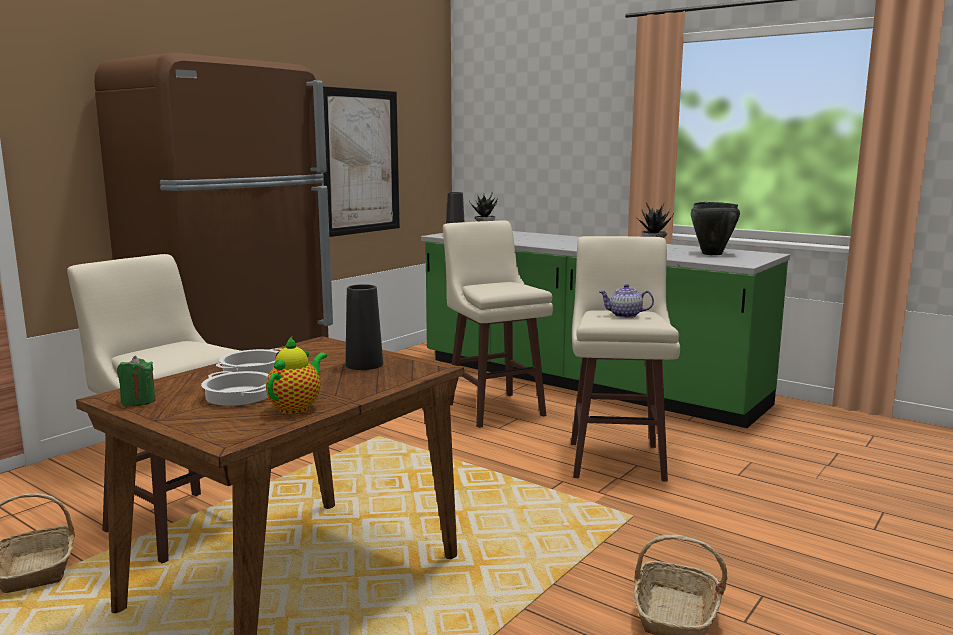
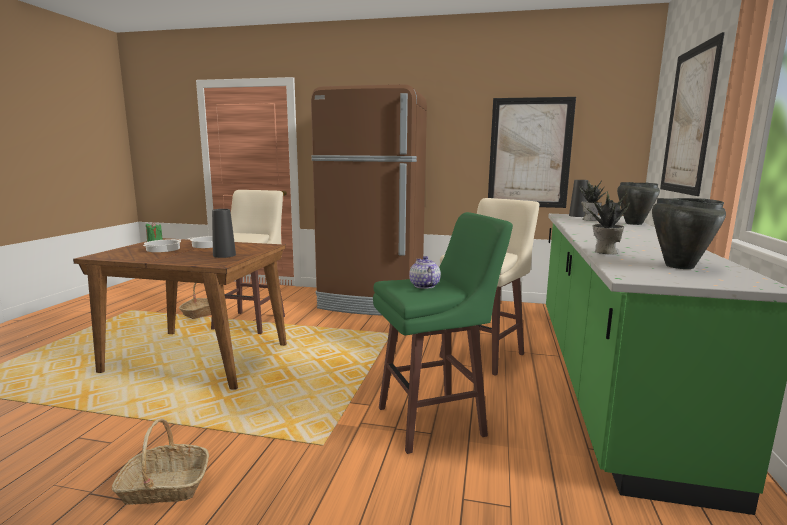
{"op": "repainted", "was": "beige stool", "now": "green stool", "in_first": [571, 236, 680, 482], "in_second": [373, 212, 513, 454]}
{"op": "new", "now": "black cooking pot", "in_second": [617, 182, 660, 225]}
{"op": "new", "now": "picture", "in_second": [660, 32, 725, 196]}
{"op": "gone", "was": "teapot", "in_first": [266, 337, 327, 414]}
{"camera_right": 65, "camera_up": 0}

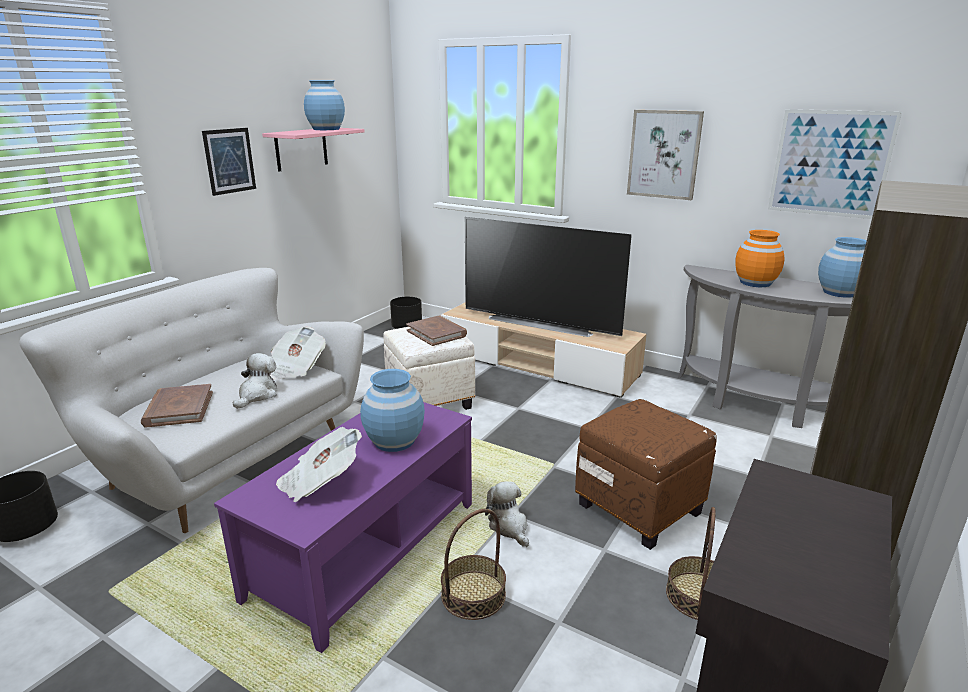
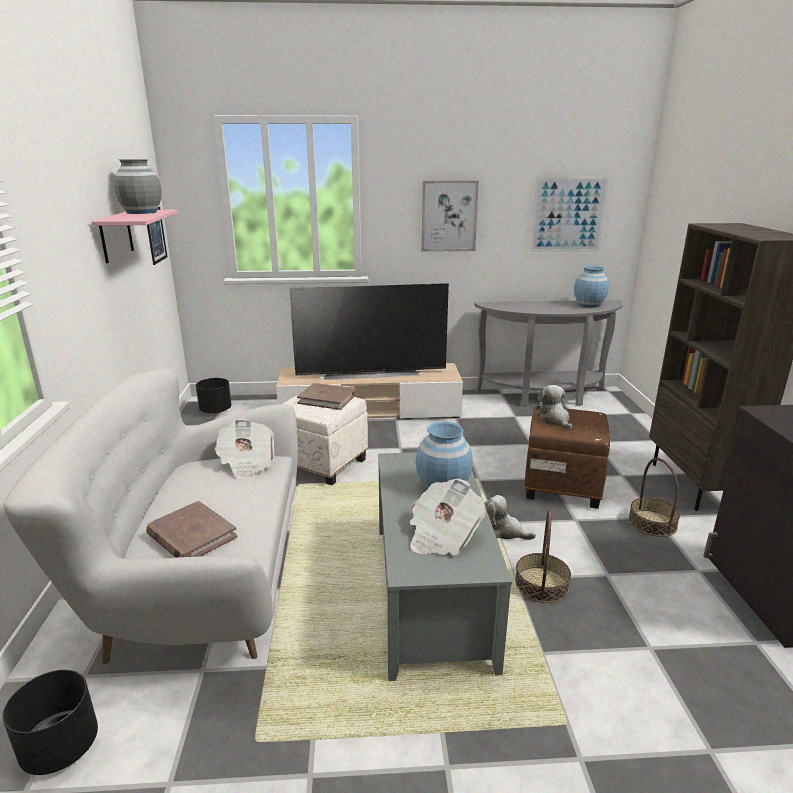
{"op": "repainted", "was": "blue vase", "now": "grey vase", "in_first": [304, 80, 345, 130], "in_second": [114, 159, 162, 214]}
{"op": "shifted", "was": "picture", "in_first": [202, 128, 256, 196], "in_second": [147, 207, 167, 265]}
{"op": "repainted", "was": "purple coffee table", "now": "grey coffee table", "in_first": [214, 402, 472, 653], "in_second": [378, 452, 512, 681]}
{"op": "shifted", "was": "plush toy", "in_first": [233, 353, 278, 409], "in_second": [536, 385, 572, 431]}
{"op": "gone", "was": "orange vase", "in_first": [735, 230, 784, 287]}
{"camera_right": -35, "camera_up": 0}

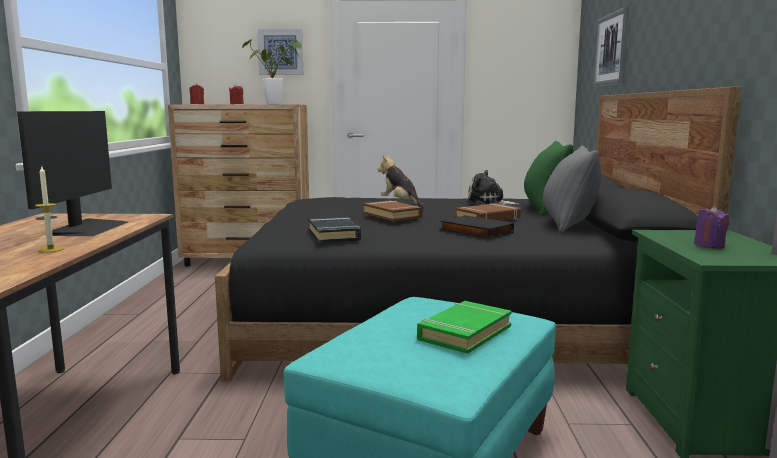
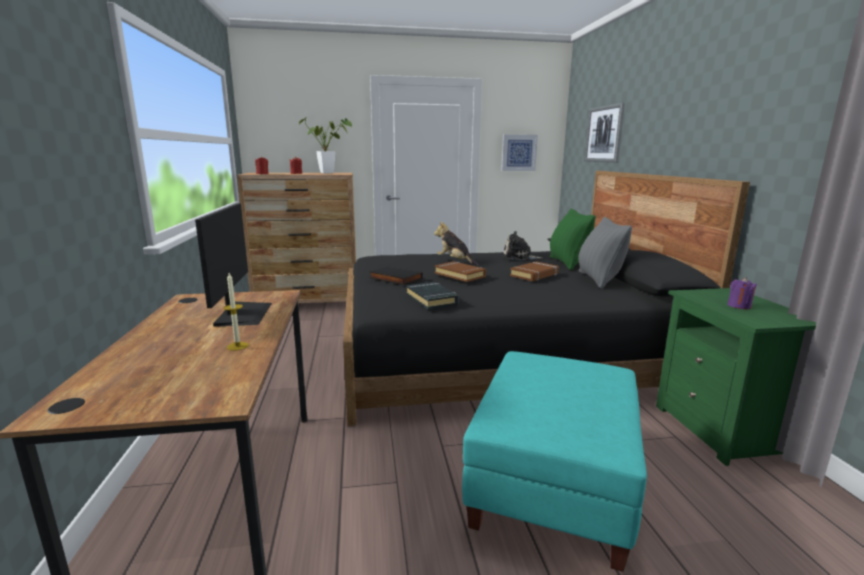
{"op": "shifted", "was": "black book", "in_first": [440, 215, 514, 238], "in_second": [369, 266, 423, 285]}
{"op": "shifted", "was": "picture", "in_first": [257, 29, 303, 75], "in_second": [501, 134, 538, 171]}
{"op": "gone", "was": "green book", "in_first": [417, 301, 512, 354]}
{"camera_right": -10, "camera_up": 5}

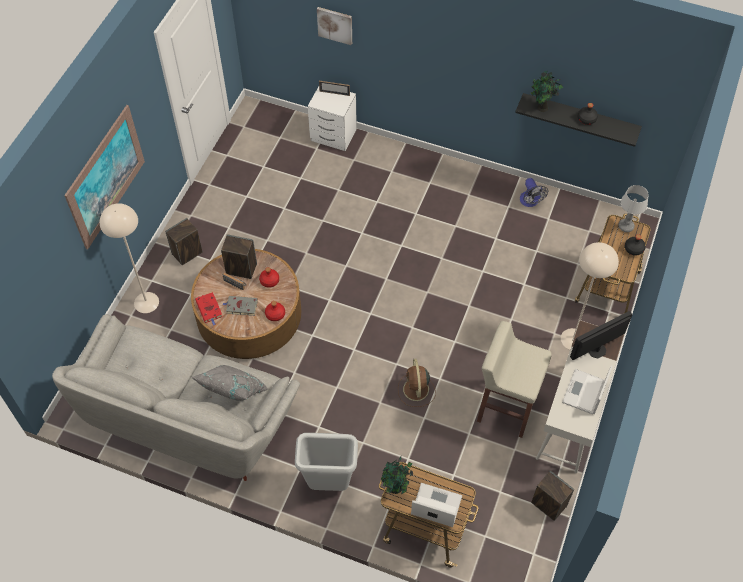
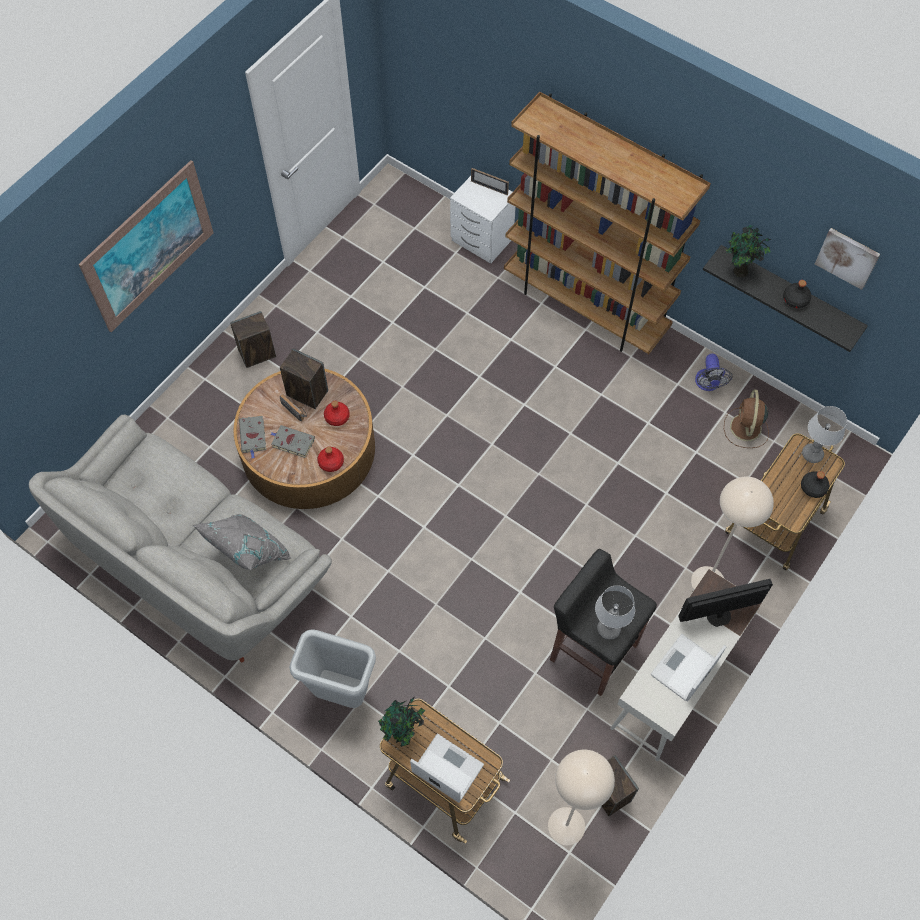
{"op": "repainted", "was": "red book", "now": "grey book", "in_first": [195, 292, 223, 326], "in_second": [239, 416, 266, 459]}
{"op": "new", "now": "brown bookcase", "in_second": [504, 92, 711, 354]}
{"op": "shifted", "was": "beige floor lamp", "in_first": [100, 203, 159, 313], "in_second": [548, 750, 615, 845]}
{"op": "repainted", "was": "beige stool", "now": "black stool", "in_first": [477, 321, 552, 438], "in_second": [550, 549, 657, 696]}
{"op": "new", "now": "table lamp", "in_second": [595, 585, 635, 640]}
{"op": "shifted", "was": "brown fan", "in_first": [398, 359, 436, 407], "in_second": [724, 389, 769, 448]}
{"op": "shifted", "was": "picture", "in_first": [317, 7, 352, 45], "in_second": [815, 228, 880, 290]}
{"camera_right": 15, "camera_up": 5}

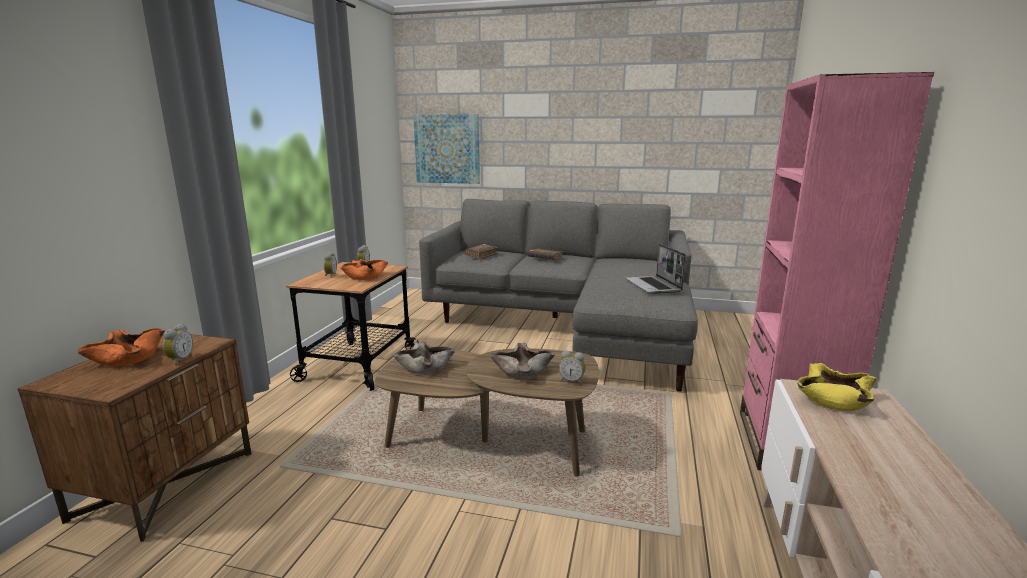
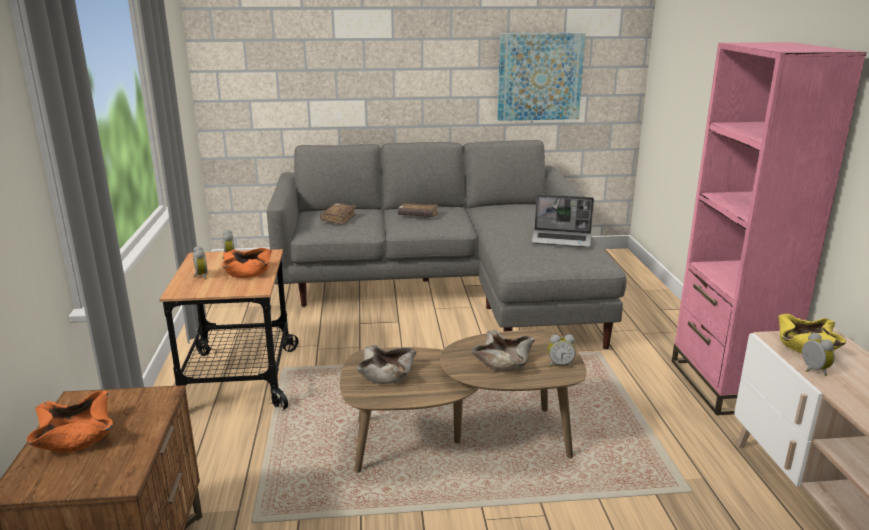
{"op": "shifted", "was": "picture", "in_first": [413, 114, 480, 184], "in_second": [497, 33, 585, 121]}
{"op": "rotated", "was": "laptop", "in_first": [625, 244, 686, 294], "in_second": [531, 194, 594, 247], "clockwise": -45}
{"op": "shifted", "was": "alarm clock", "in_first": [163, 323, 193, 365], "in_second": [802, 332, 835, 376]}
{"camera_right": -20, "camera_up": 5}

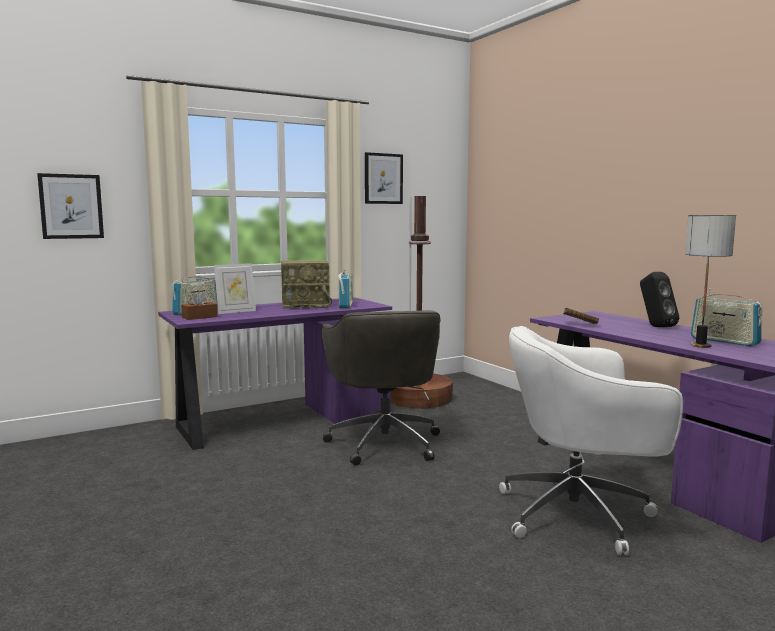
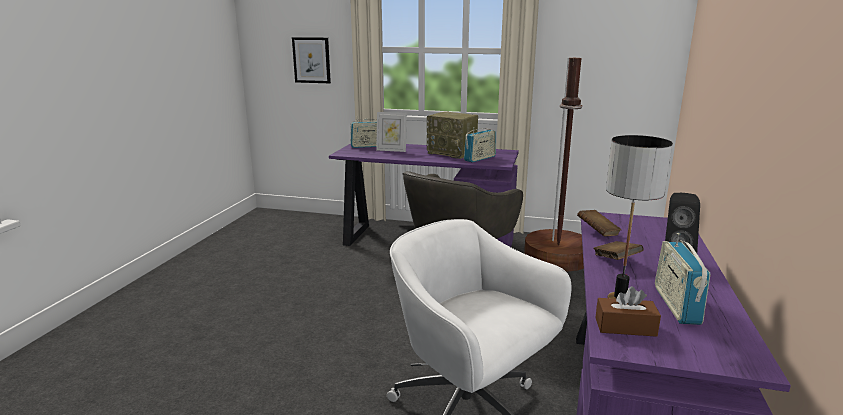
{"op": "new", "now": "brown book", "in_second": [593, 241, 644, 260]}
{"op": "shifted", "was": "brown tissue box", "in_first": [181, 291, 218, 320], "in_second": [595, 286, 661, 337]}
{"op": "gone", "was": "picture", "in_first": [365, 152, 403, 204]}
{"camera_right": 45, "camera_up": 10}

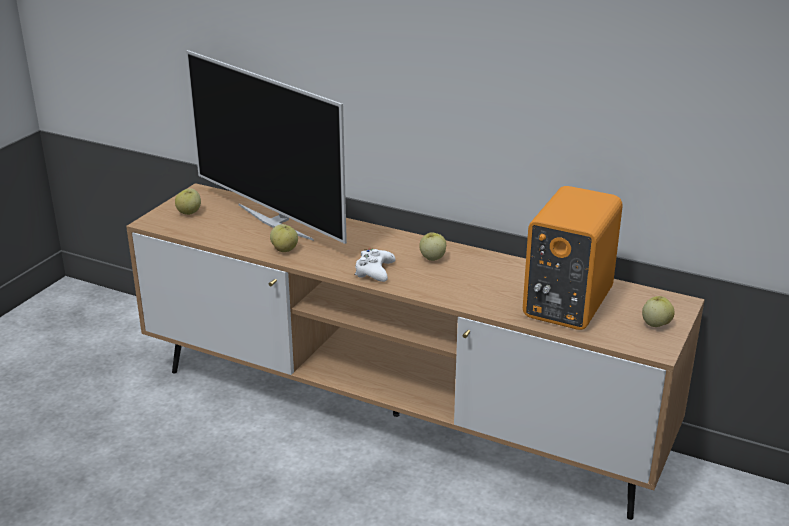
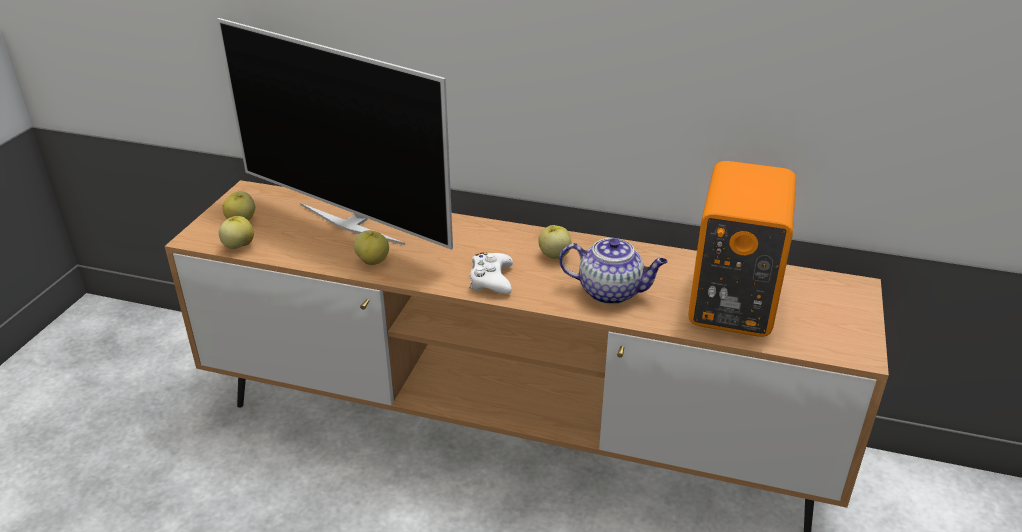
{"op": "shifted", "was": "apple", "in_first": [642, 296, 675, 327], "in_second": [218, 216, 254, 249]}
{"op": "new", "now": "teapot", "in_second": [559, 238, 668, 304]}
{"camera_right": -10, "camera_up": 5}

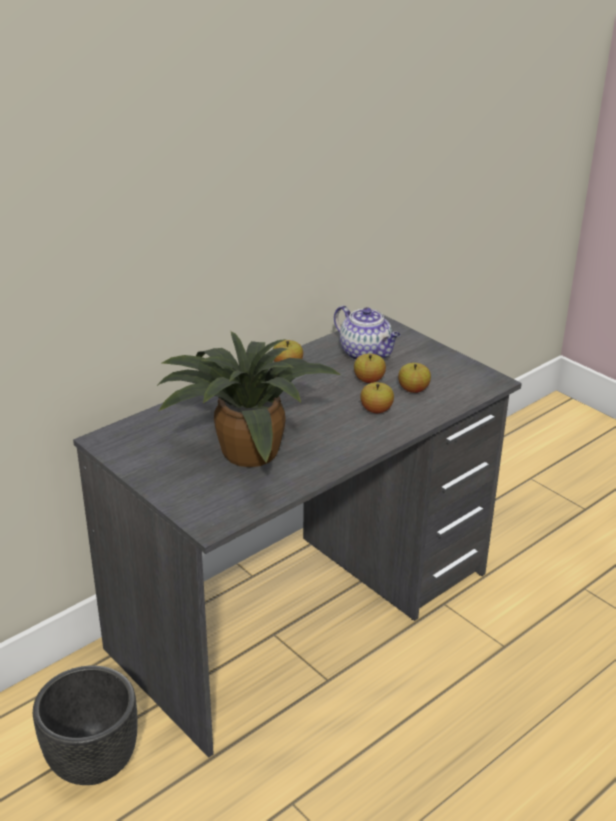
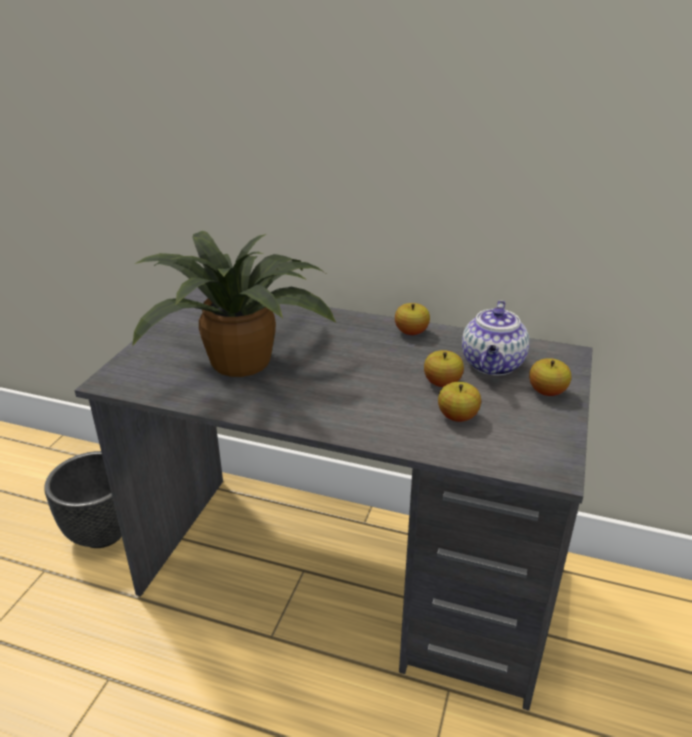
{"op": "shifted", "was": "apple", "in_first": [360, 382, 394, 413], "in_second": [529, 358, 571, 396]}
{"camera_right": 60, "camera_up": 0}

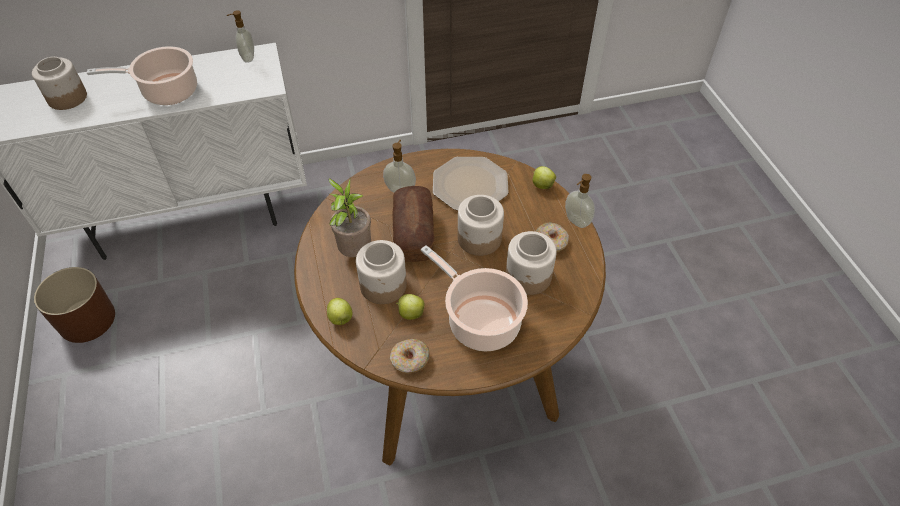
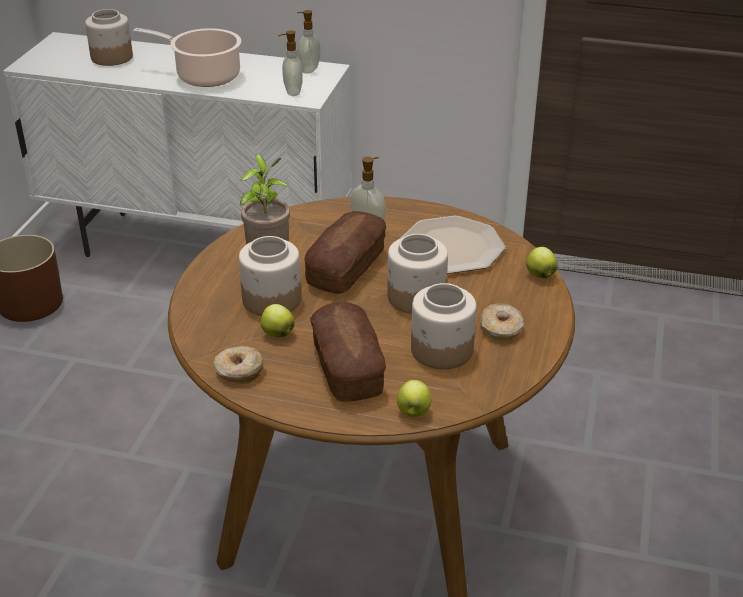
{"op": "shifted", "was": "soap dispenser", "in_first": [565, 174, 595, 228], "in_second": [278, 30, 303, 96]}
{"op": "swapped", "was": "cooking pot", "now": "bread", "in_first": [421, 245, 528, 352], "in_second": [310, 302, 386, 402]}
{"op": "shifted", "was": "apple", "in_first": [327, 298, 352, 325], "in_second": [397, 380, 431, 417]}
{"camera_right": 30, "camera_up": -15}

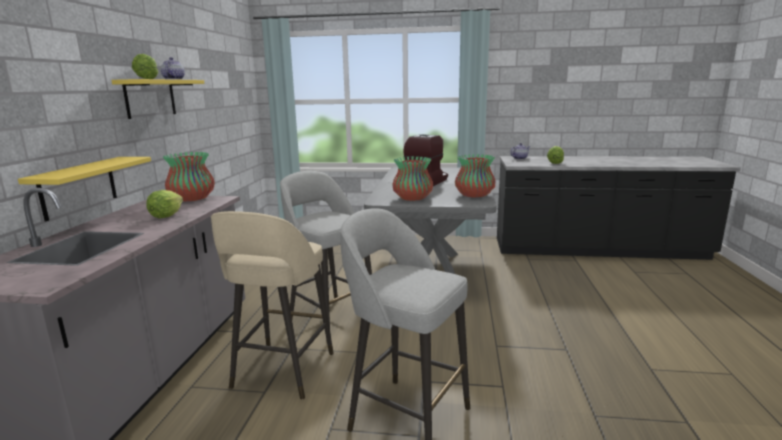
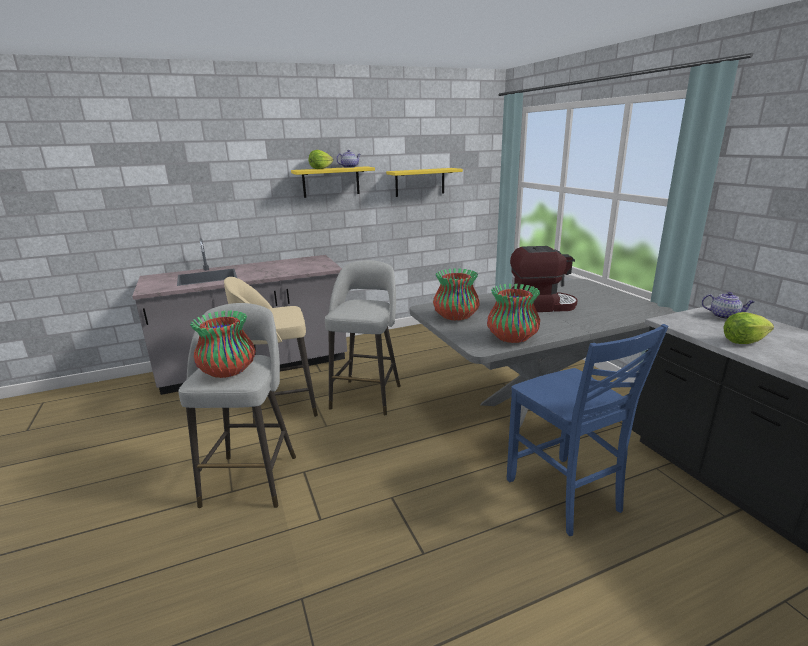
{"op": "shifted", "was": "vase", "in_first": [163, 152, 214, 201], "in_second": [190, 310, 255, 378]}
{"op": "shifted", "was": "yellow shelf", "in_first": [18, 157, 151, 221], "in_second": [386, 168, 463, 197]}
{"op": "new", "now": "blue chair", "in_second": [507, 324, 669, 536]}
{"op": "gone", "was": "lettuce", "in_first": [147, 190, 183, 218]}
{"camera_right": 60, "camera_up": 5}

